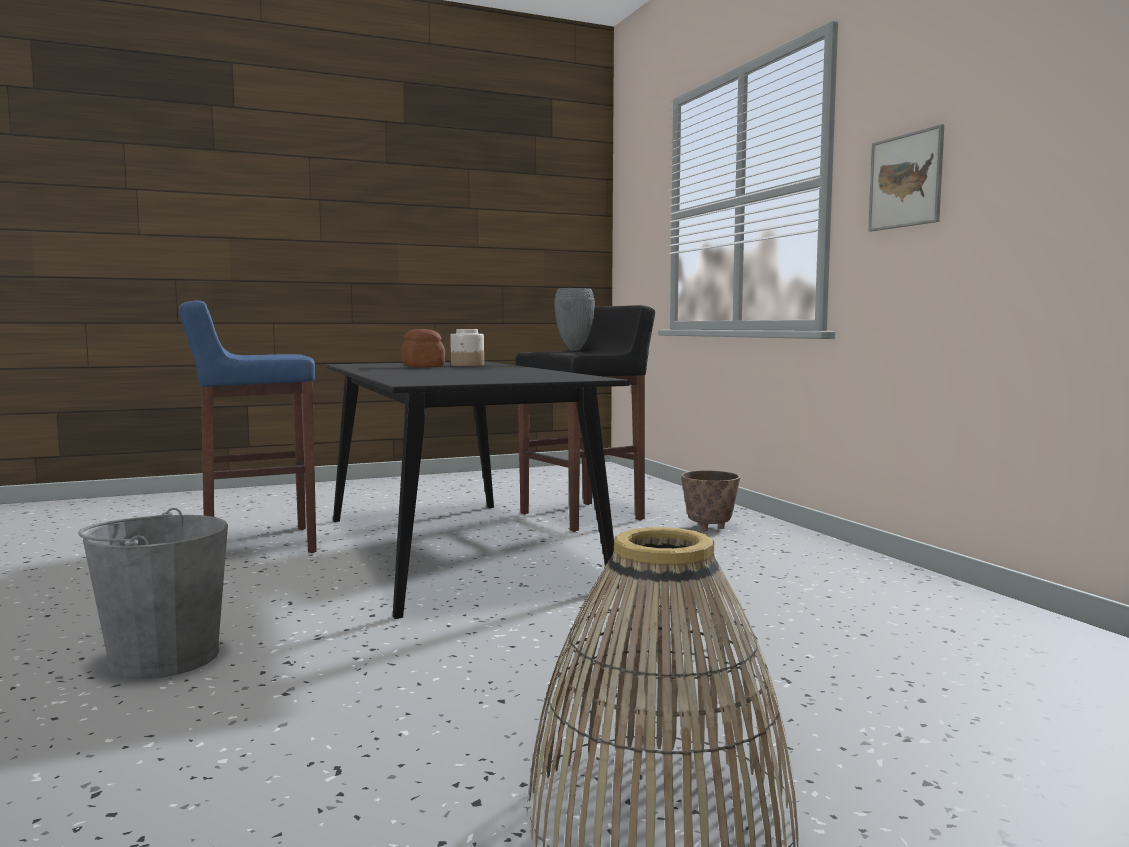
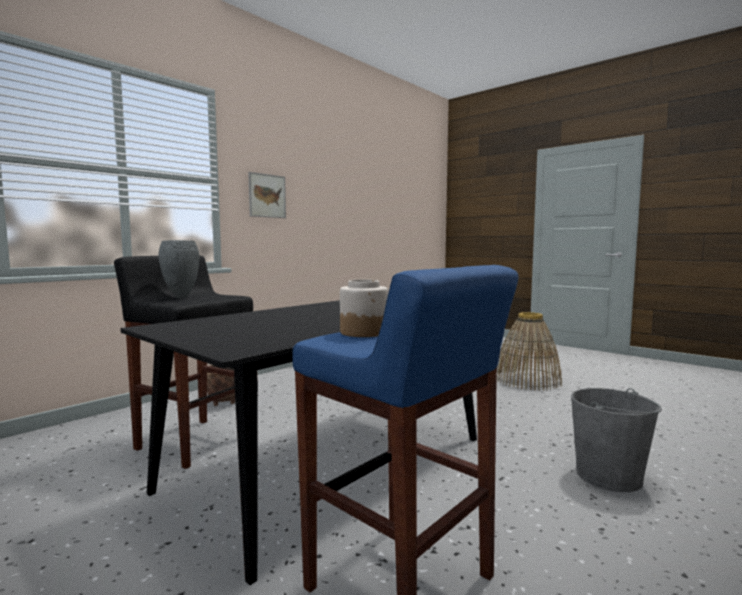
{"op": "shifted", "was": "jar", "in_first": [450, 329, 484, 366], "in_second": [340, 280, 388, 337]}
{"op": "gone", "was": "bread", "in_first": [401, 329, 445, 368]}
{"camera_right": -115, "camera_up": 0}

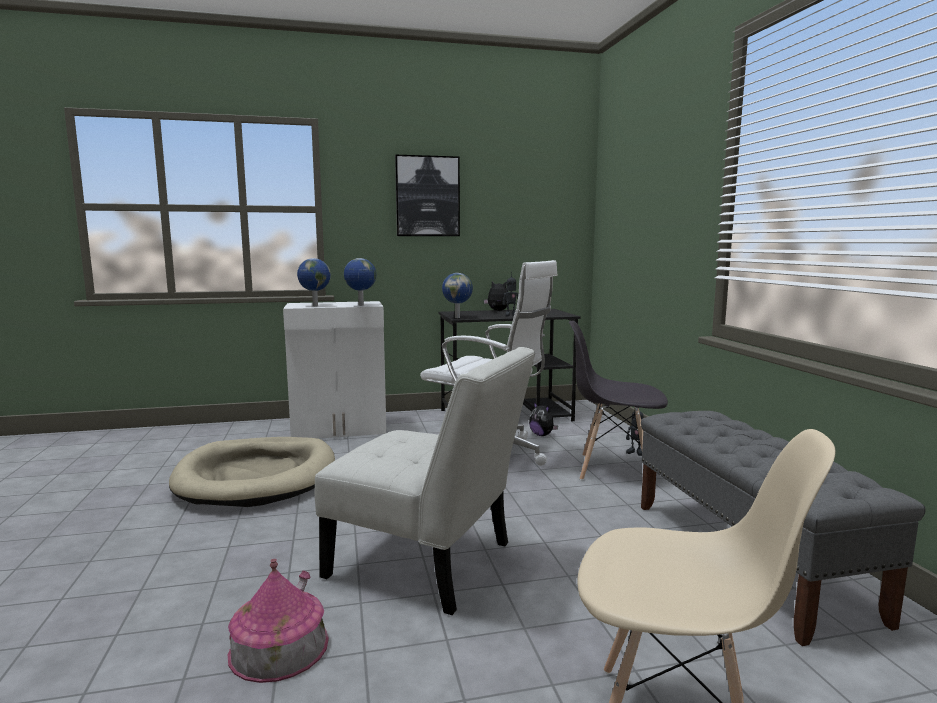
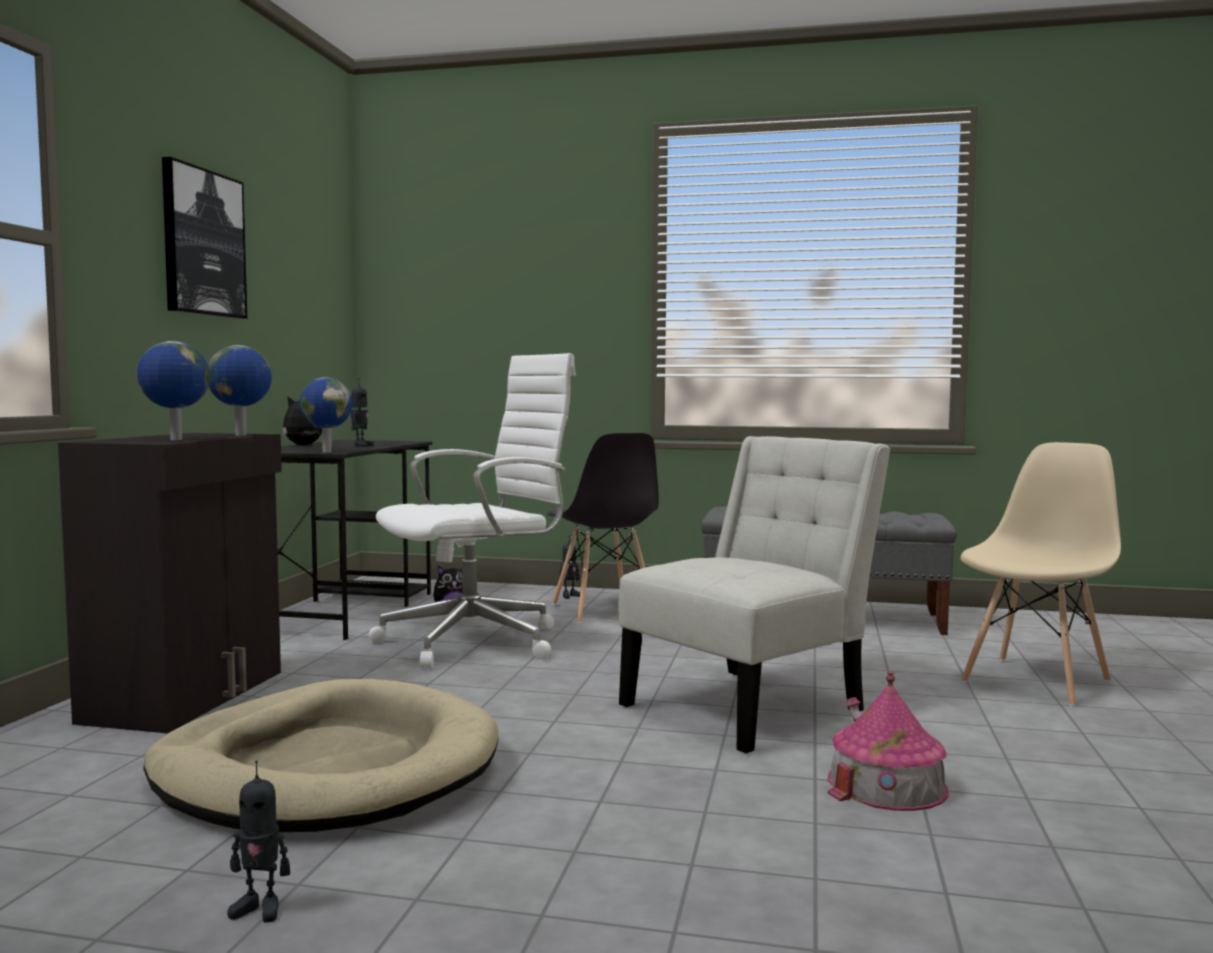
{"op": "repainted", "was": "white cabinet", "now": "black cabinet", "in_first": [283, 301, 387, 439], "in_second": [58, 433, 282, 733]}
{"op": "new", "now": "toy robot", "in_second": [227, 760, 290, 923]}
{"op": "rotated", "was": "grey chair", "in_first": [569, 320, 668, 480], "in_second": [547, 433, 659, 623], "clockwise": -60}
{"camera_right": -65, "camera_up": -5}

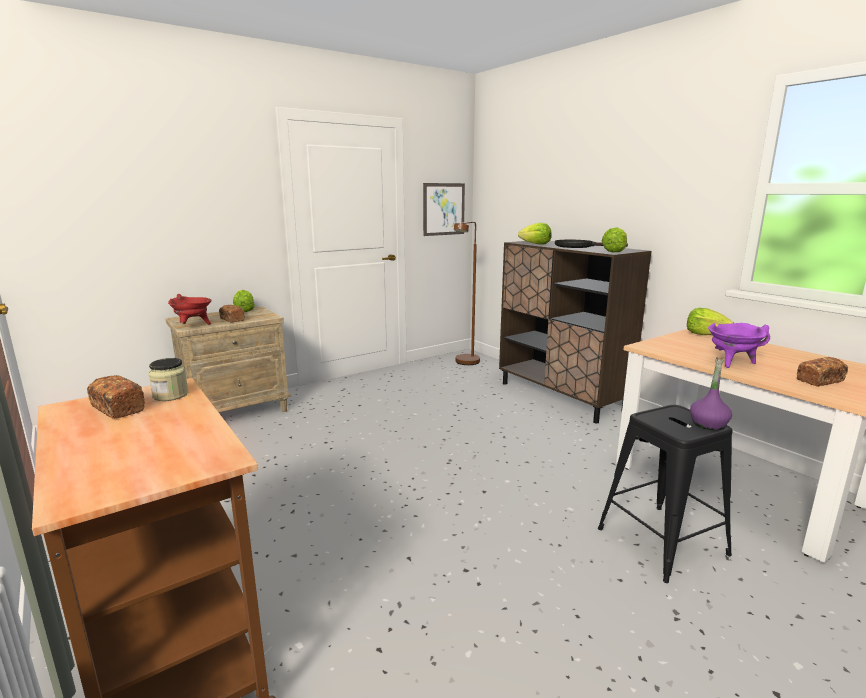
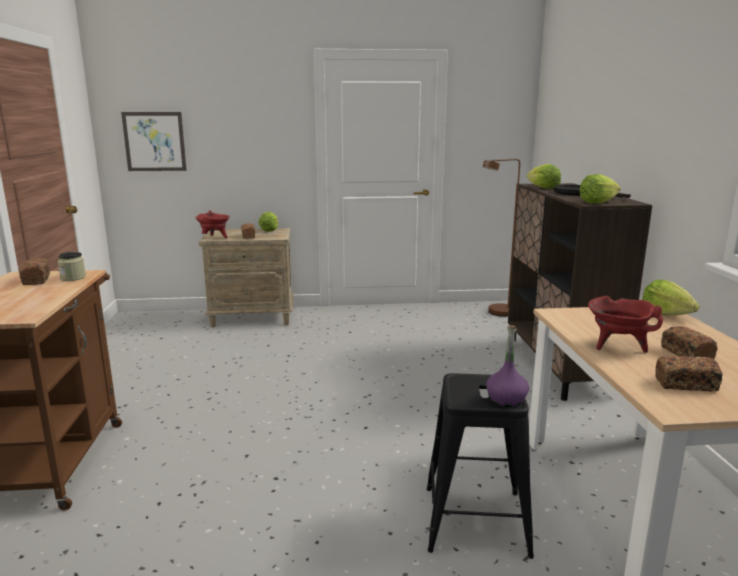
{"op": "shifted", "was": "picture", "in_first": [423, 183, 465, 236], "in_second": [121, 112, 187, 171]}
{"op": "repainted", "was": "purple cooking pot", "now": "red cooking pot", "in_first": [708, 323, 770, 368], "in_second": [588, 296, 663, 353]}
{"op": "new", "now": "bread", "in_second": [661, 326, 718, 359]}
{"camera_right": 30, "camera_up": 0}

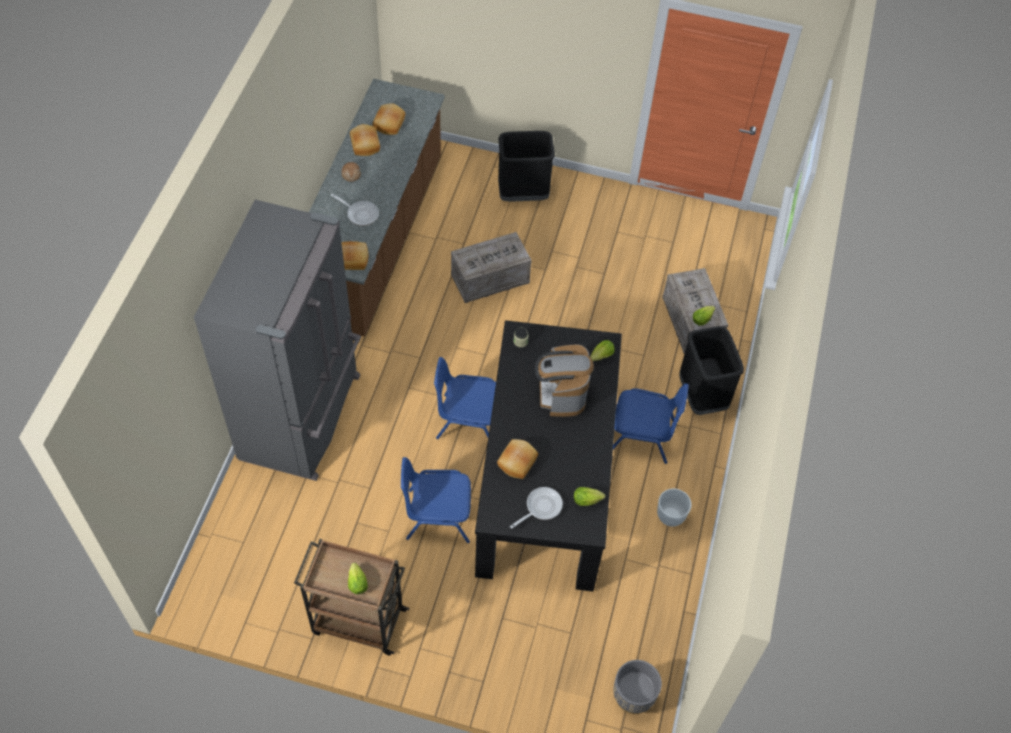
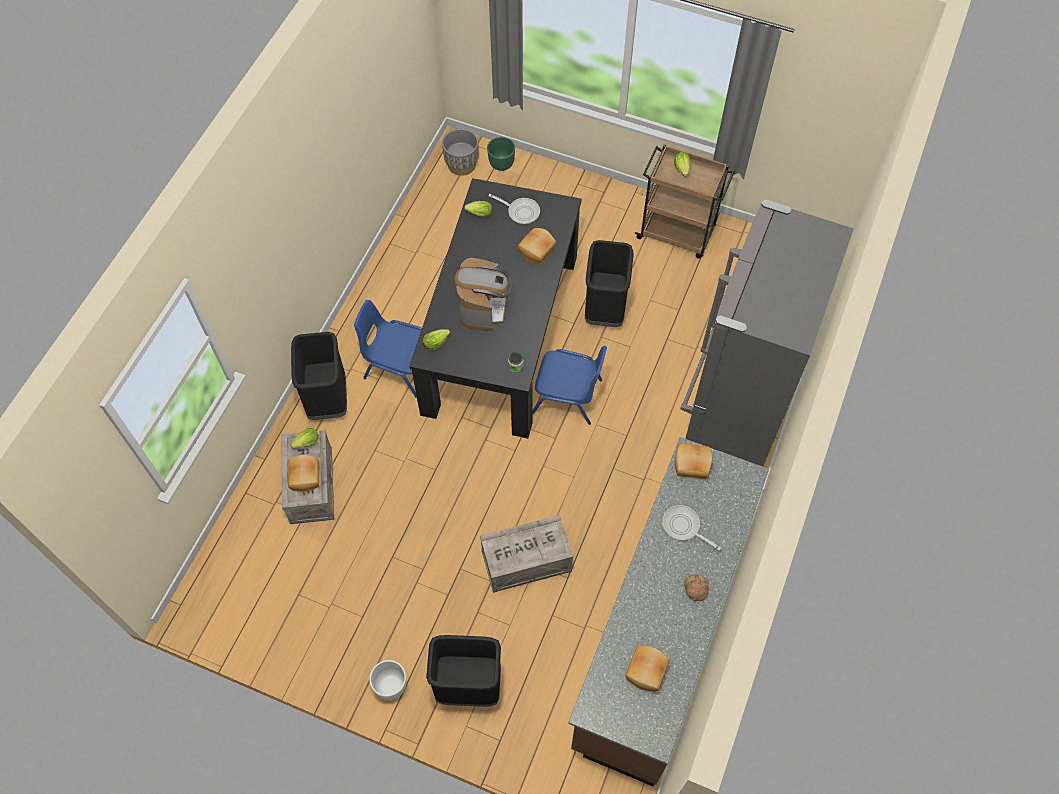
{"op": "shifted", "was": "bread", "in_first": [350, 124, 380, 156], "in_second": [288, 455, 319, 492]}
{"op": "shifted", "was": "white planter", "in_first": [657, 489, 692, 527], "in_second": [369, 660, 407, 700]}
{"op": "new", "now": "green planter", "in_second": [487, 137, 515, 171]}
{"op": "rotated", "was": "frying pan", "in_first": [510, 487, 563, 529], "in_second": [488, 194, 540, 224], "clockwise": -120}
{"op": "swapped", "was": "blue chair", "now": "black trash can", "in_first": [401, 457, 471, 543], "in_second": [585, 240, 633, 327]}
{"camera_right": -170, "camera_up": 5}

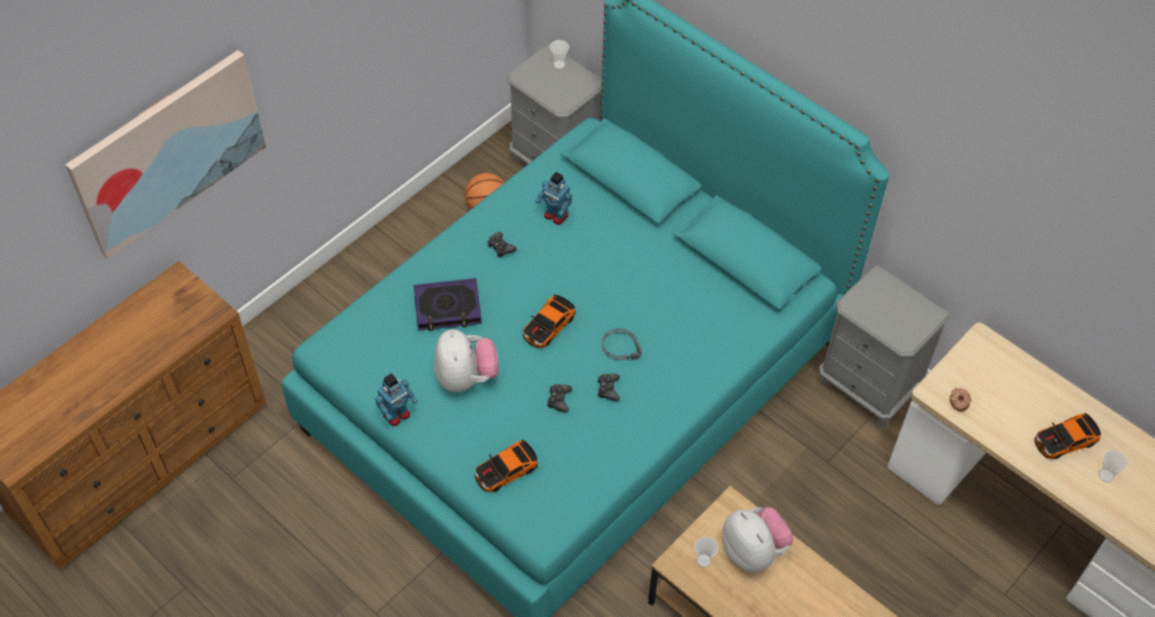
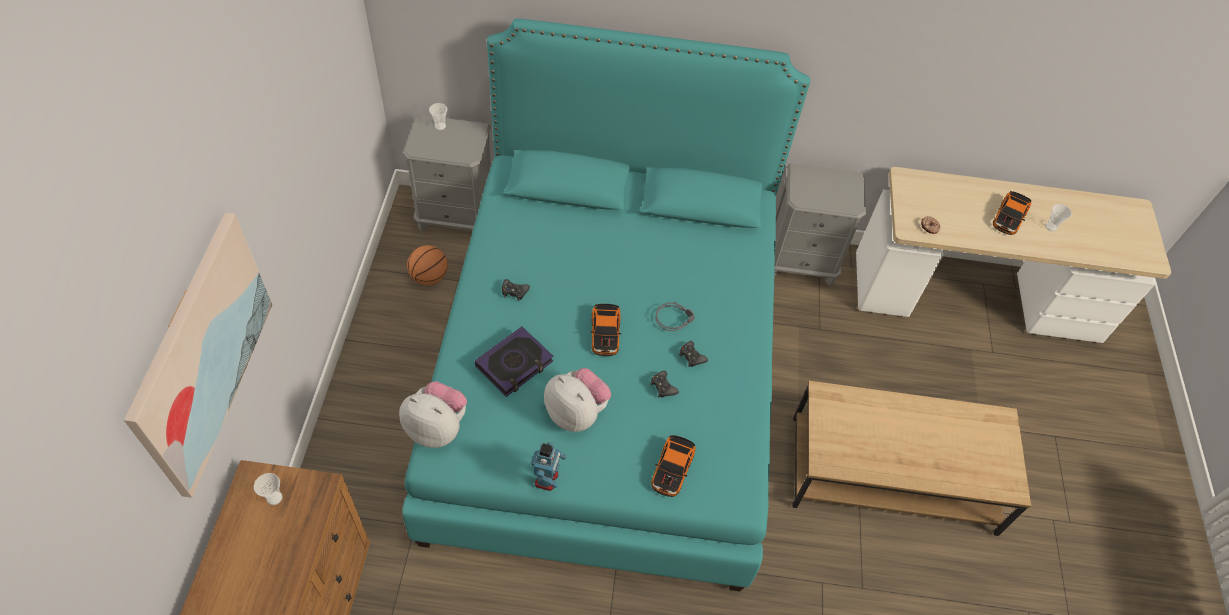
{"op": "shifted", "was": "cup", "in_first": [694, 537, 718, 567], "in_second": [254, 473, 283, 505]}
{"op": "shifted", "was": "plush toy", "in_first": [722, 507, 793, 572], "in_second": [399, 381, 467, 448]}
{"op": "gone", "was": "toy robot", "in_first": [535, 172, 572, 225]}
{"camera_right": -40, "camera_up": 0}

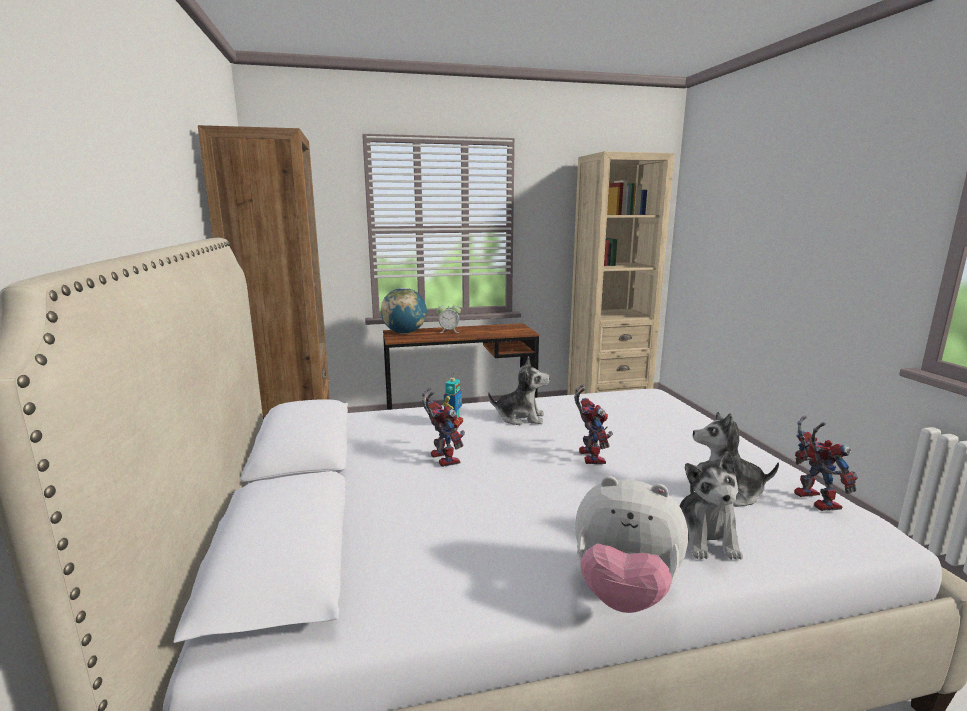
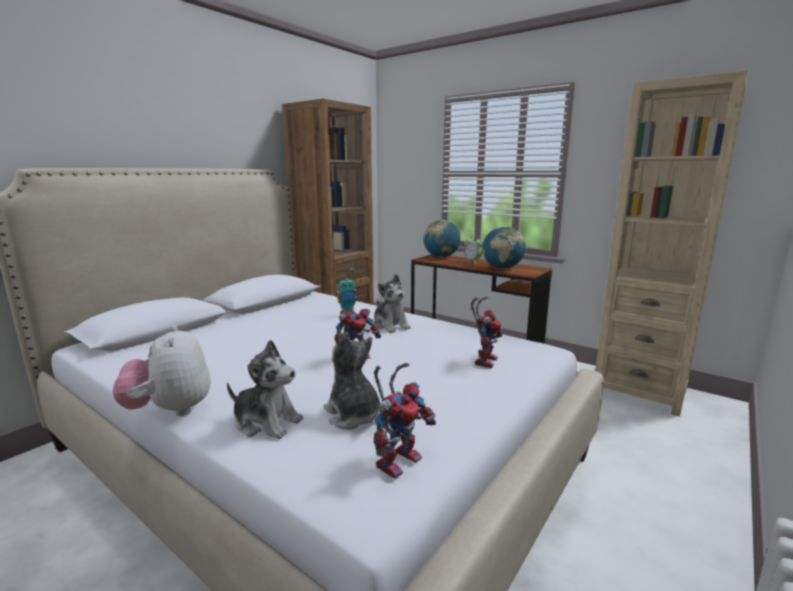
{"op": "rotated", "was": "plush toy", "in_first": [680, 451, 743, 560], "in_second": [227, 340, 303, 439], "clockwise": -120}
{"op": "shifted", "was": "toy robot", "in_first": [422, 388, 465, 467], "in_second": [471, 297, 503, 368]}
{"op": "new", "now": "globe", "in_second": [482, 226, 526, 269]}
{"camera_right": 50, "camera_up": 0}

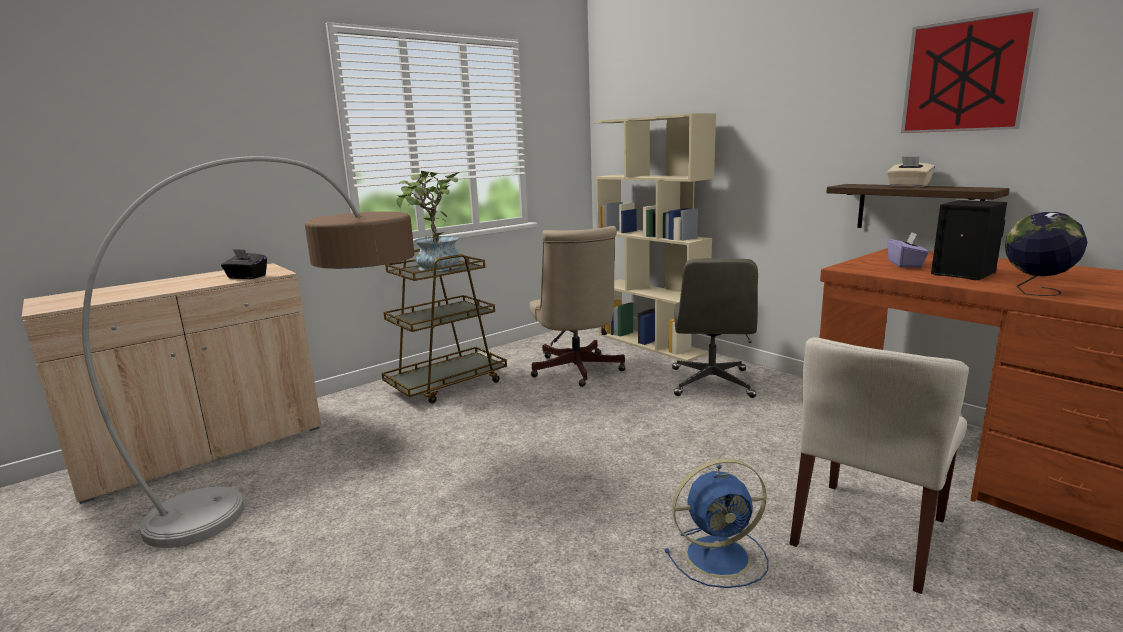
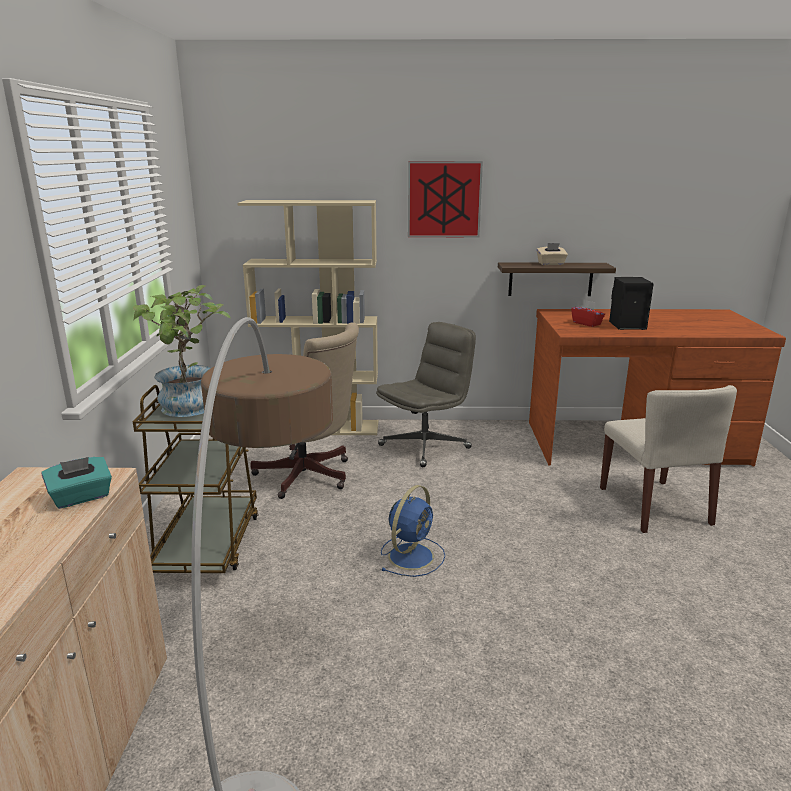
{"op": "repainted", "was": "black tissue box", "now": "turquoise tissue box", "in_first": [221, 249, 267, 279], "in_second": [41, 457, 112, 509]}
{"op": "rotated", "was": "grey office chair", "in_first": [672, 258, 758, 398], "in_second": [376, 322, 476, 467], "clockwise": -90}
{"op": "shifted", "was": "blue fan", "in_first": [665, 459, 768, 588], "in_second": [381, 485, 445, 577]}
{"op": "shifted", "was": "picture", "in_first": [901, 8, 1039, 133], "in_second": [408, 161, 483, 237]}
{"op": "repainted", "was": "purple tissue box", "now": "red tissue box", "in_first": [888, 232, 929, 268], "in_second": [571, 300, 605, 327]}
{"op": "gone", "was": "globe", "in_first": [1005, 212, 1087, 296]}
{"camera_right": -50, "camera_up": 5}

